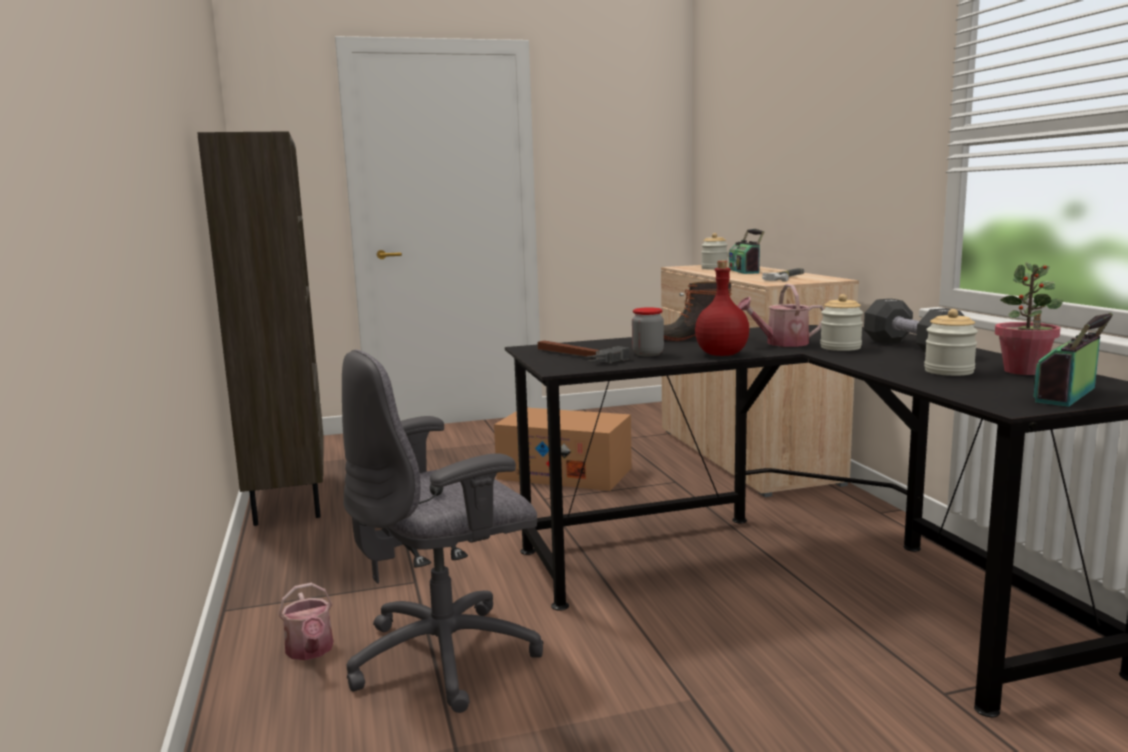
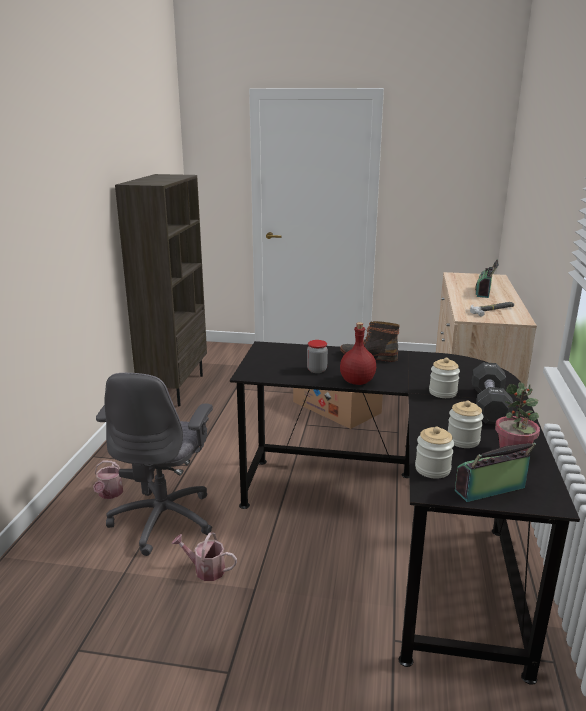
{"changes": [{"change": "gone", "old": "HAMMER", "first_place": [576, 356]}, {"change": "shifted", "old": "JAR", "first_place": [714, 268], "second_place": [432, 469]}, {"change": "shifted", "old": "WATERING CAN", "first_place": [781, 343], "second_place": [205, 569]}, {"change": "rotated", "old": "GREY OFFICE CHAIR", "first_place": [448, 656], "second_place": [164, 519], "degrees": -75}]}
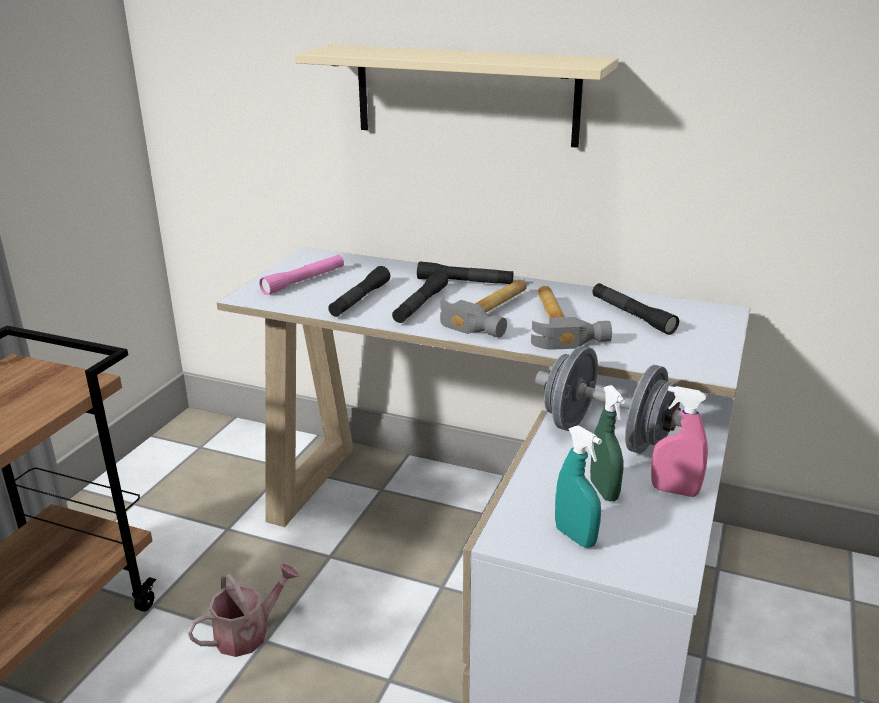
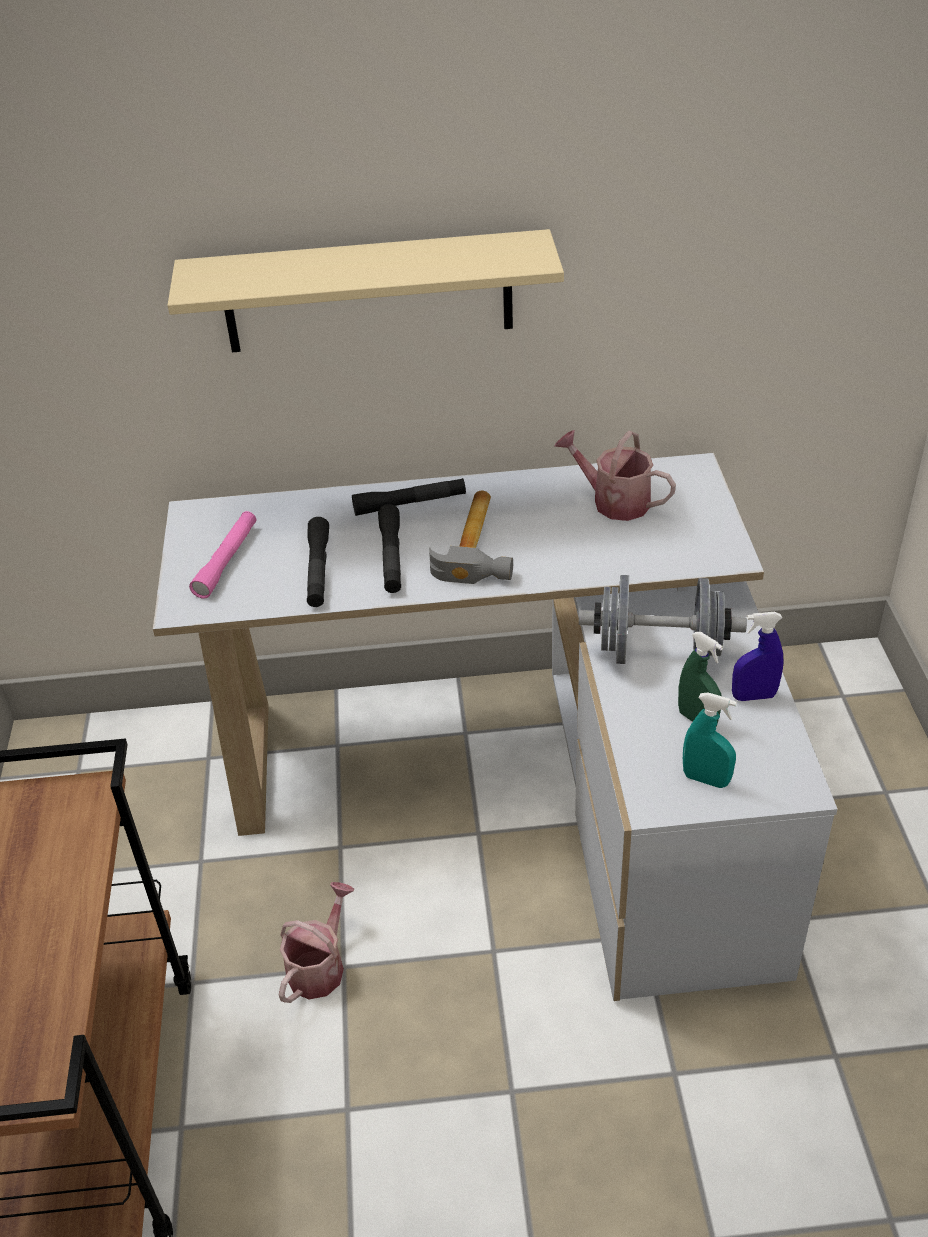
{"changes": [{"change": "gone", "old": "HAMMER", "first_place": [560, 323]}, {"change": "swapped", "old": "BLACK FLASHLIGHT", "new": "WATERING CAN", "first_place": [632, 315], "second_place": [613, 501]}, {"change": "repainted", "old": "PINK SPRAY BOTTLE", "new": "BLUE SPRAY BOTTLE", "first_place": [674, 491], "second_place": [753, 696]}]}
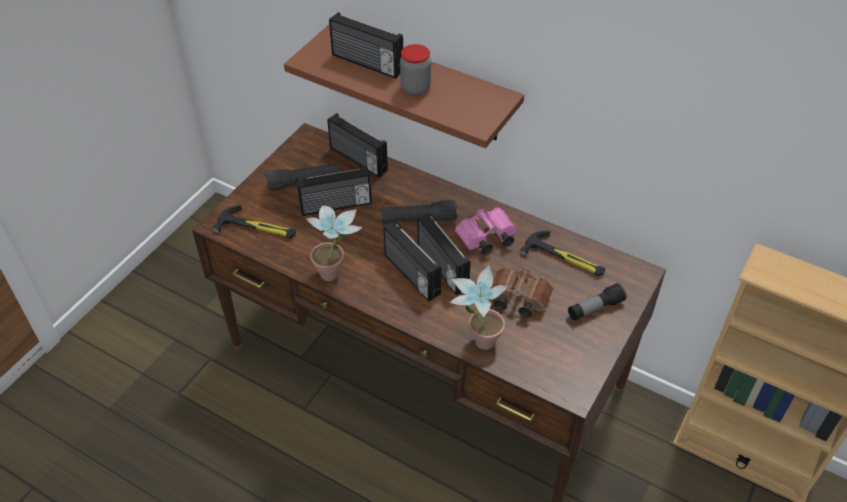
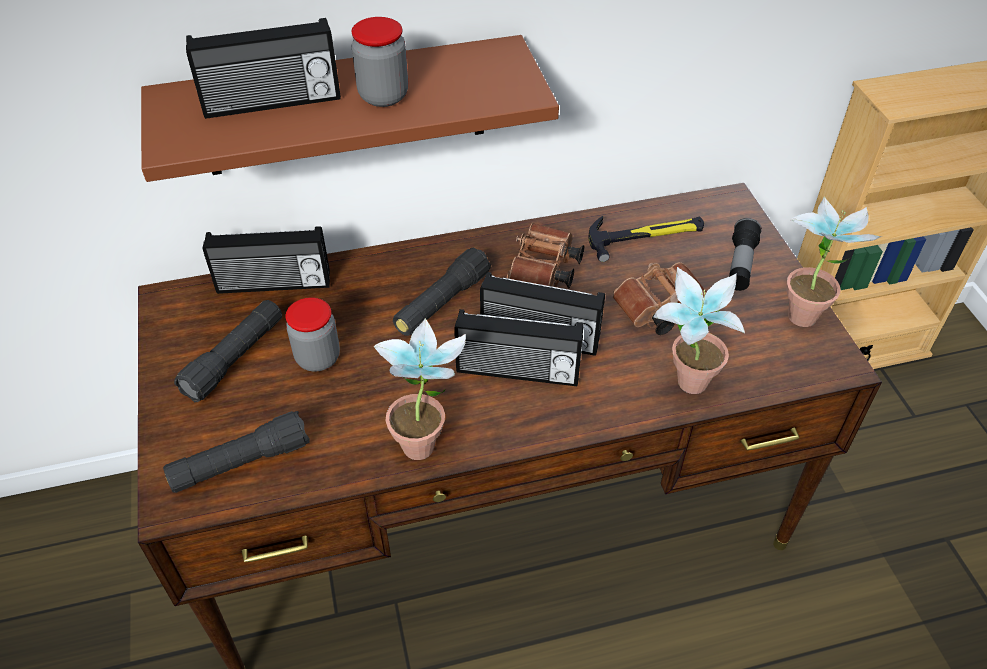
{"changes": [{"change": "new", "new": "POTTED PLANT", "second_place": [806, 310]}, {"change": "swapped", "old": "HAMMER", "new": "BLACK FLASHLIGHT", "first_place": [257, 228], "second_place": [241, 463]}, {"change": "swapped", "old": "RADIO", "new": "JAR", "first_place": [336, 206], "second_place": [318, 358]}, {"change": "repainted", "old": "PINK BINOCULARS", "new": "BROWN BINOCULARS", "first_place": [485, 239], "second_place": [543, 272]}]}
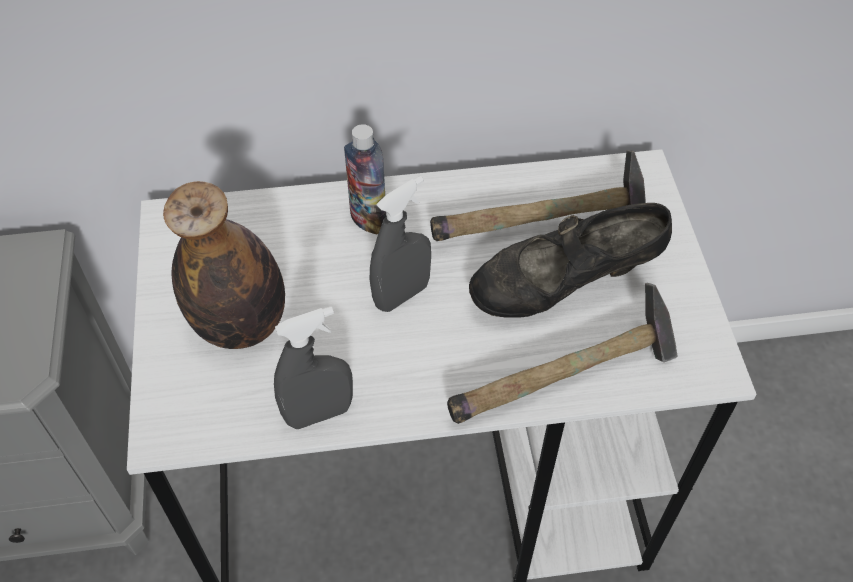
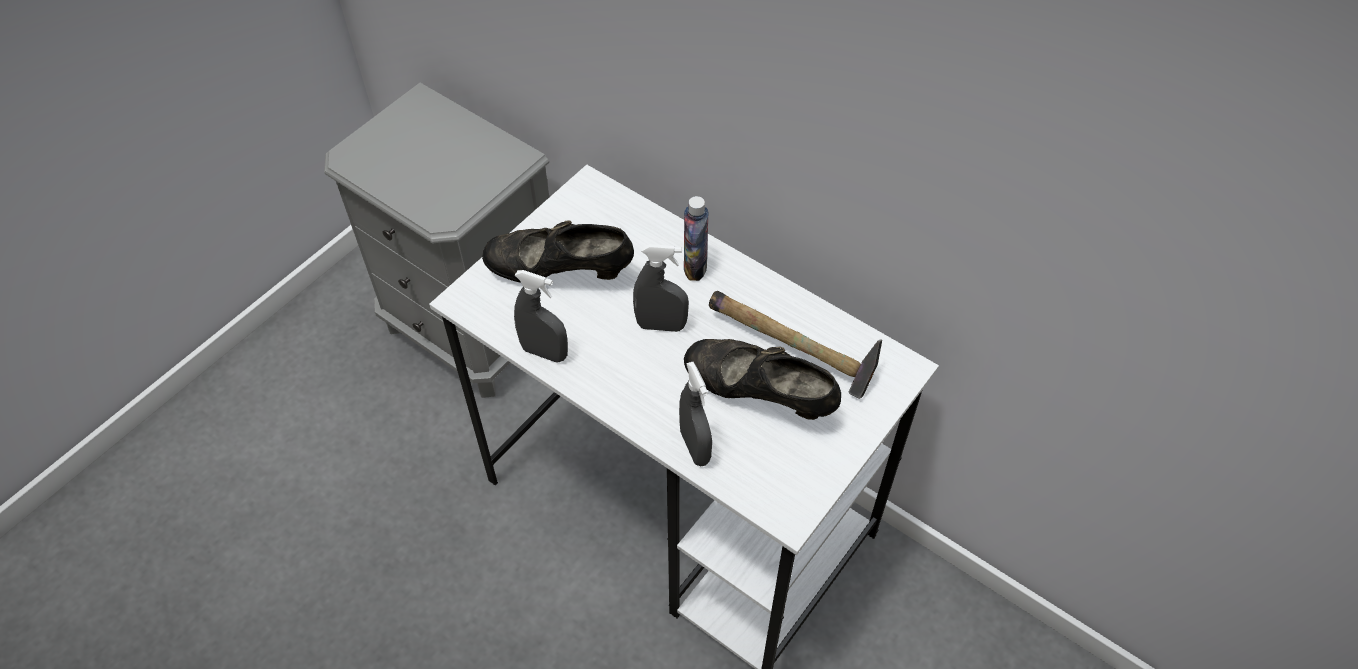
{"changes": [{"change": "swapped", "old": "BOTTLE", "new": "BLACK SHOE", "first_place": [241, 324], "second_place": [560, 273]}, {"change": "swapped", "old": "HAMMER", "new": "GREY SPRAY BOTTLE", "first_place": [567, 380], "second_place": [695, 447]}]}
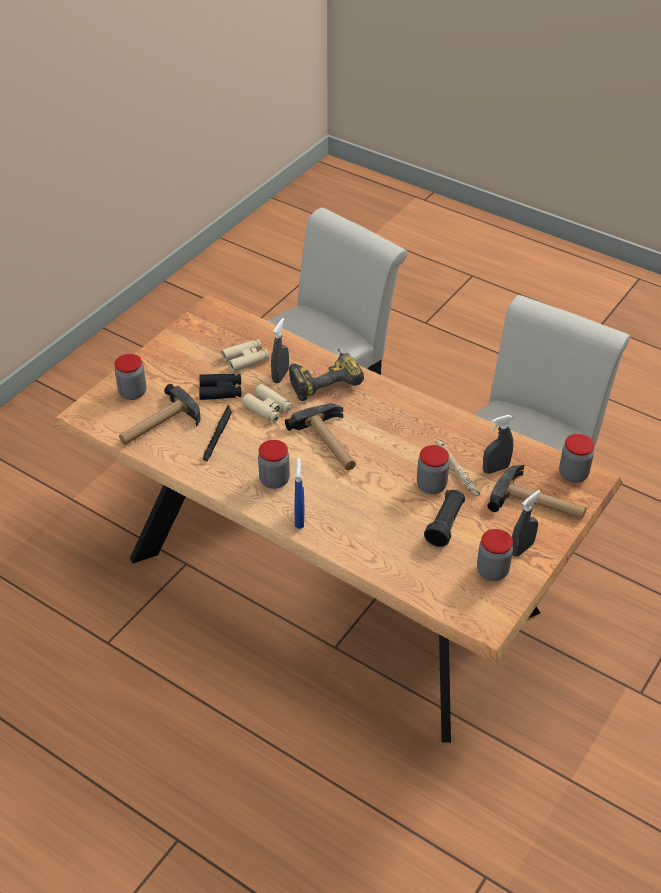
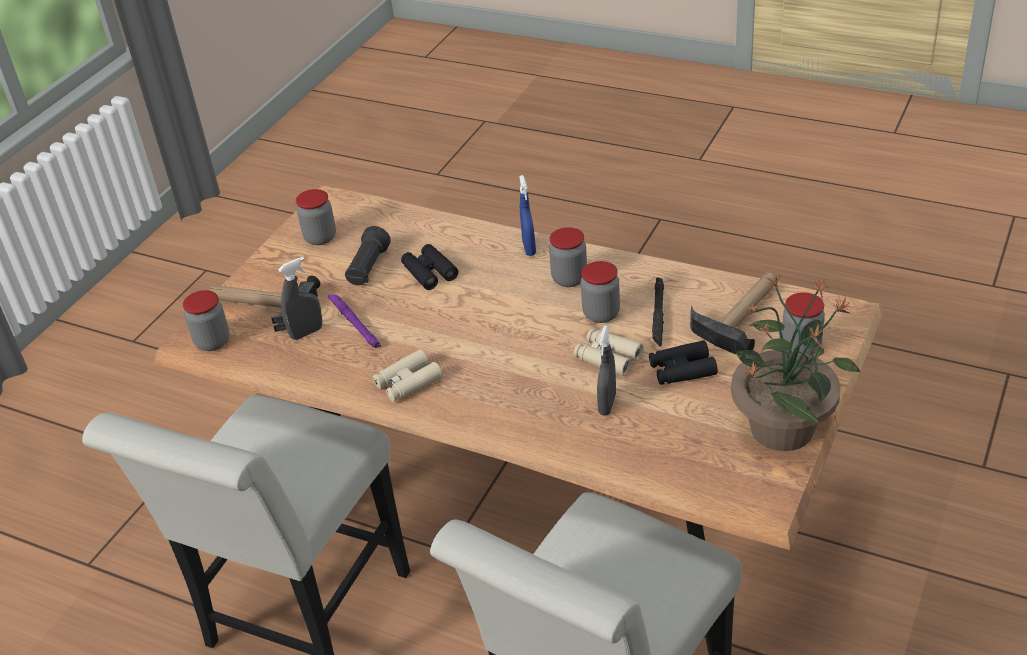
{"changes": [{"change": "gone", "old": "HAMMER", "first_place": [330, 443]}, {"change": "gone", "old": "POWER DRILL", "first_place": [324, 379]}, {"change": "gone", "old": "GREY SPRAY BOTTLE", "first_place": [521, 548]}, {"change": "new", "new": "BLACK BINOCULARS", "second_place": [429, 272]}, {"change": "new", "new": "POTTED PLANT", "second_place": [783, 427]}, {"change": "shifted", "old": "BEIGE BINOCULARS", "first_place": [246, 359], "second_place": [408, 382]}, {"change": "shifted", "old": "JAR", "first_place": [431, 486], "second_place": [601, 314]}, {"change": "repainted", "old": "BEIGE FLASHLIGHT", "new": "PURPLE FLASHLIGHT", "first_place": [456, 470], "second_place": [354, 324]}]}
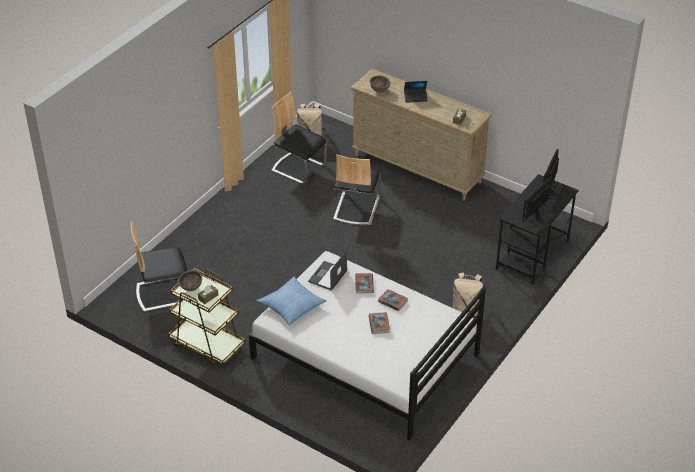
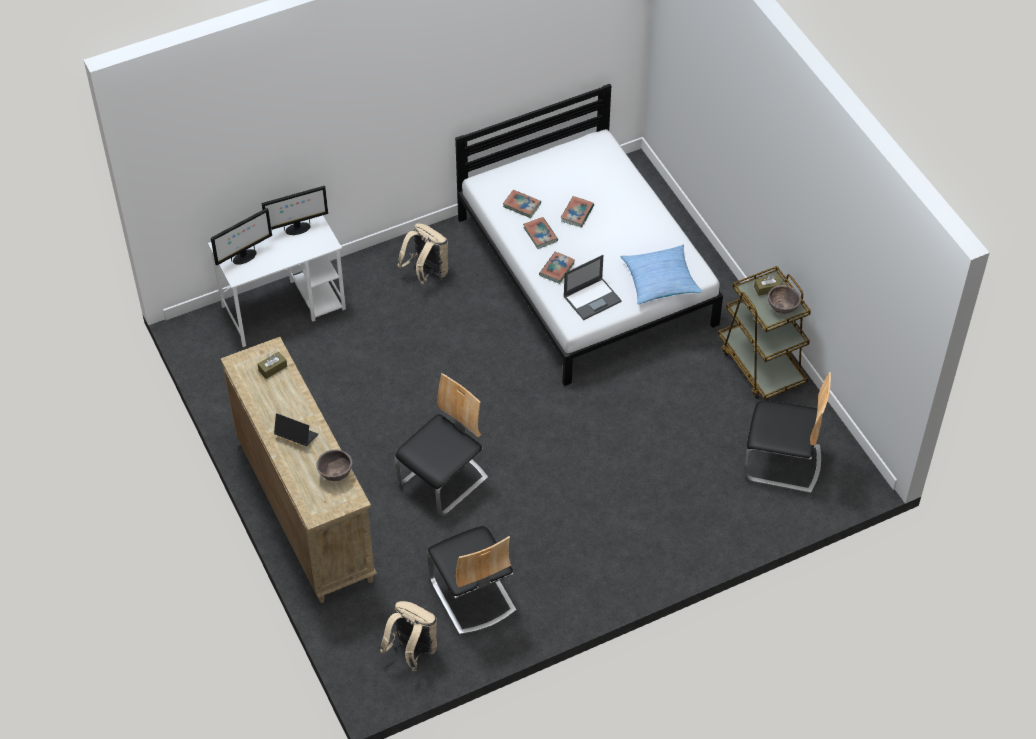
{"changes": [{"change": "new", "new": "BOOK", "second_place": [522, 205]}, {"change": "repainted", "old": "BLACK DESK", "new": "WHITE DESK", "first_place": [532, 255], "second_place": [284, 307]}]}
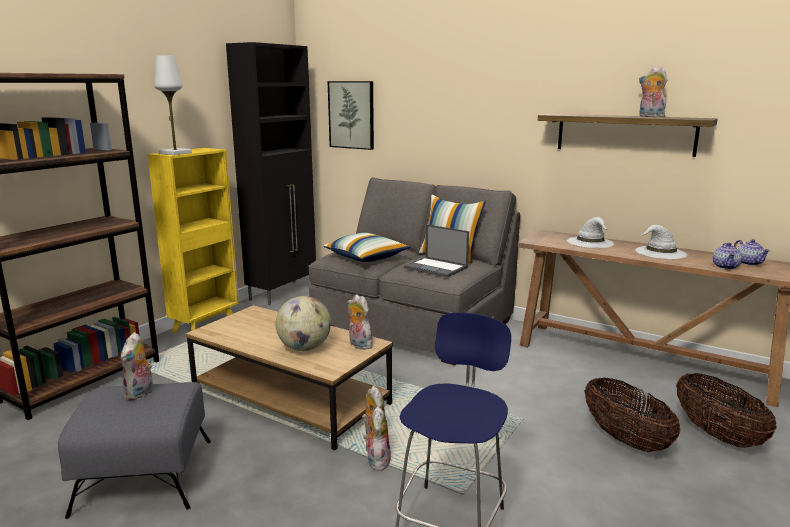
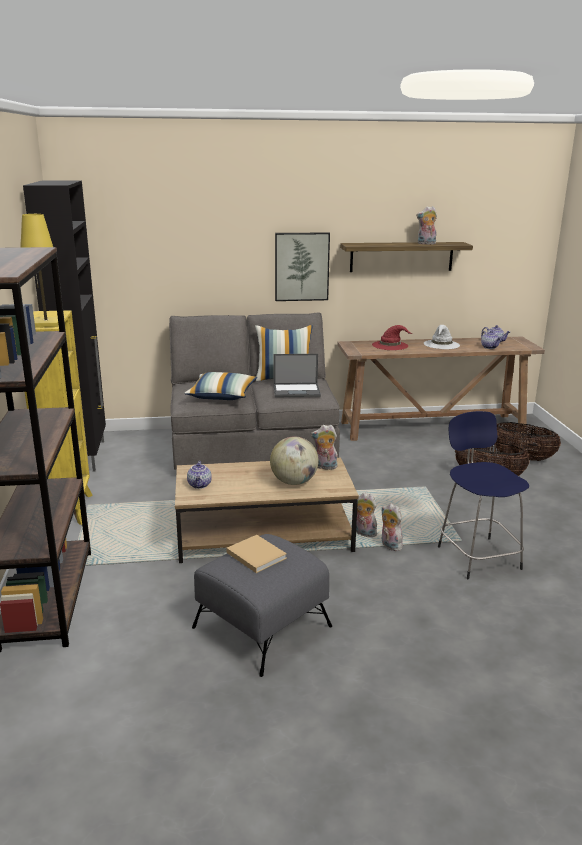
{"changes": [{"change": "new", "new": "TEAPOT", "second_place": [200, 485]}, {"change": "shifted", "old": "PICTURE", "first_place": [351, 115], "second_place": [301, 266]}, {"change": "swapped", "old": "PLUSH TOY", "new": "BEIGE BOOK", "first_place": [140, 393], "second_place": [255, 554]}, {"change": "repainted", "old": "WHITE TABLE LAMP", "new": "YELLOW TABLE LAMP", "first_place": [175, 153], "second_place": [46, 324]}, {"change": "repainted", "old": "WHITE HAT", "new": "RED HAT", "first_place": [590, 242], "second_place": [390, 345]}]}
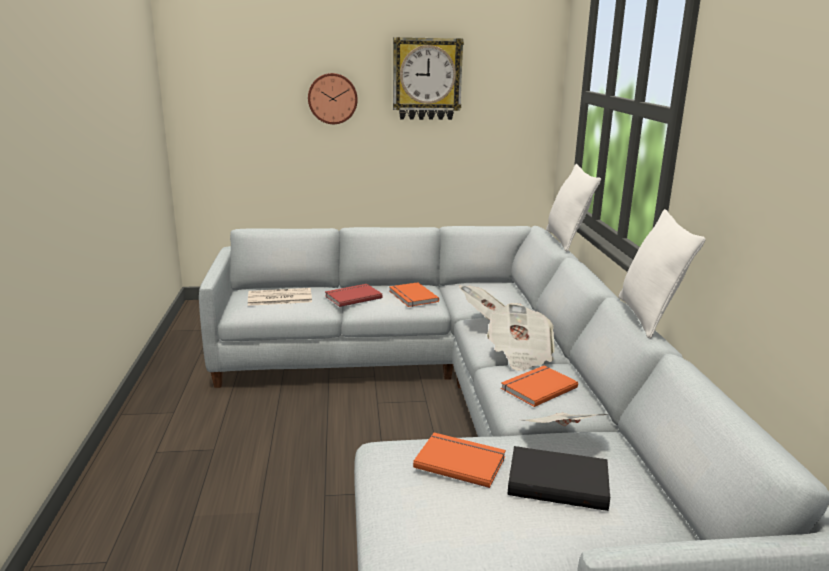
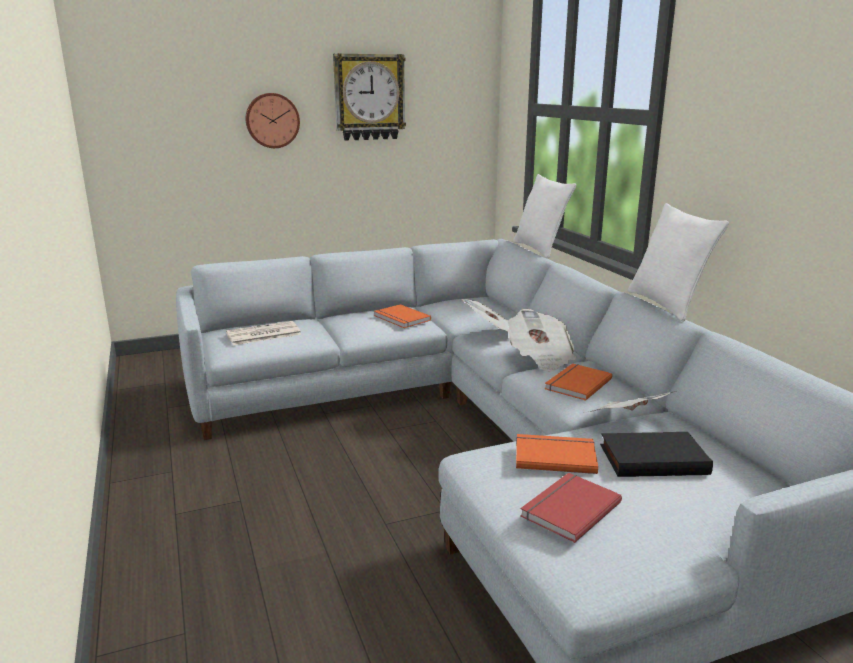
{"changes": [{"change": "shifted", "old": "RED BOOK", "first_place": [352, 297], "second_place": [568, 508]}]}
